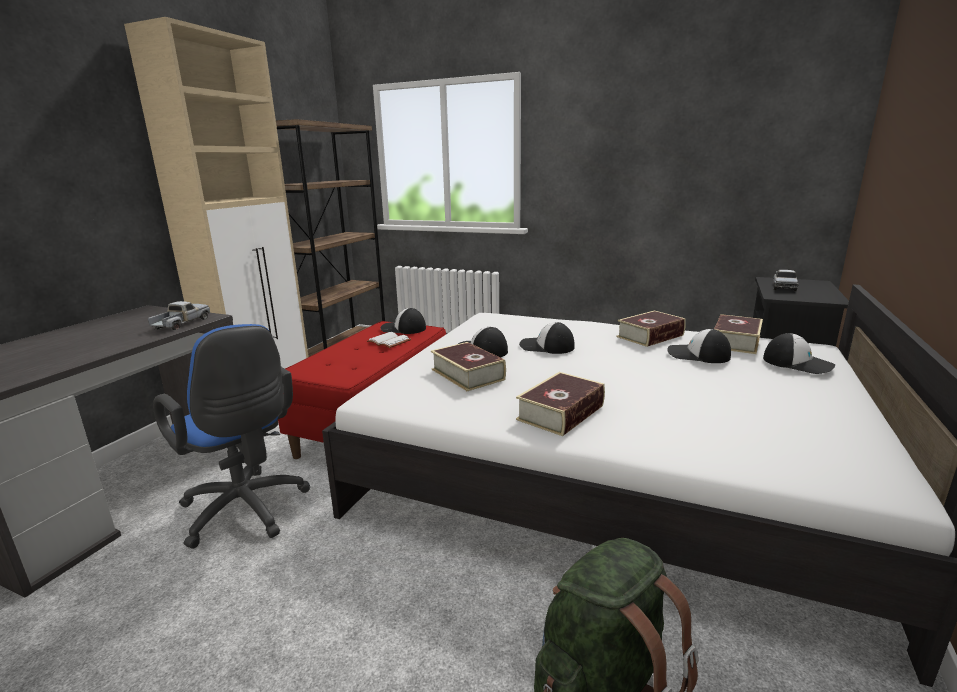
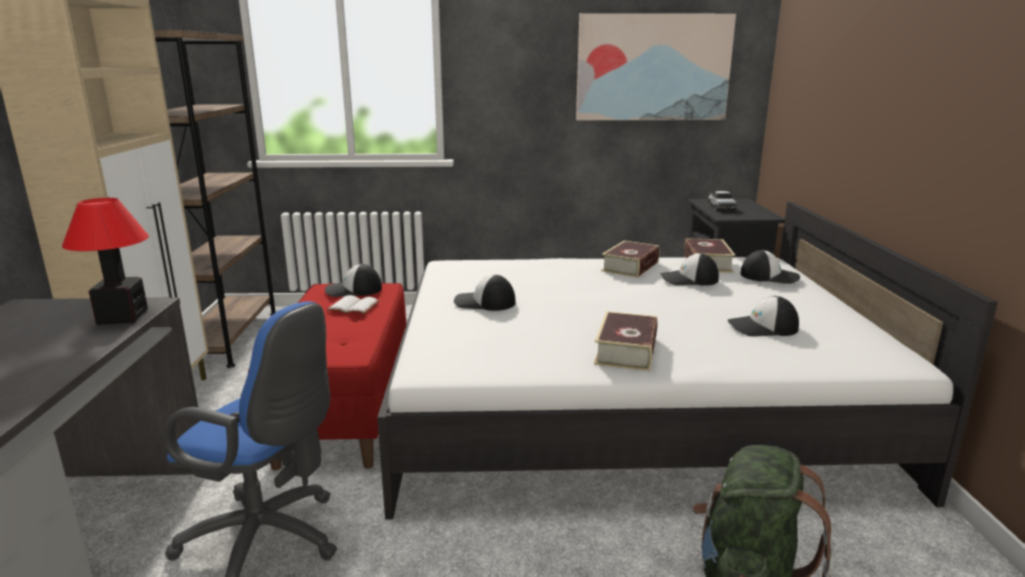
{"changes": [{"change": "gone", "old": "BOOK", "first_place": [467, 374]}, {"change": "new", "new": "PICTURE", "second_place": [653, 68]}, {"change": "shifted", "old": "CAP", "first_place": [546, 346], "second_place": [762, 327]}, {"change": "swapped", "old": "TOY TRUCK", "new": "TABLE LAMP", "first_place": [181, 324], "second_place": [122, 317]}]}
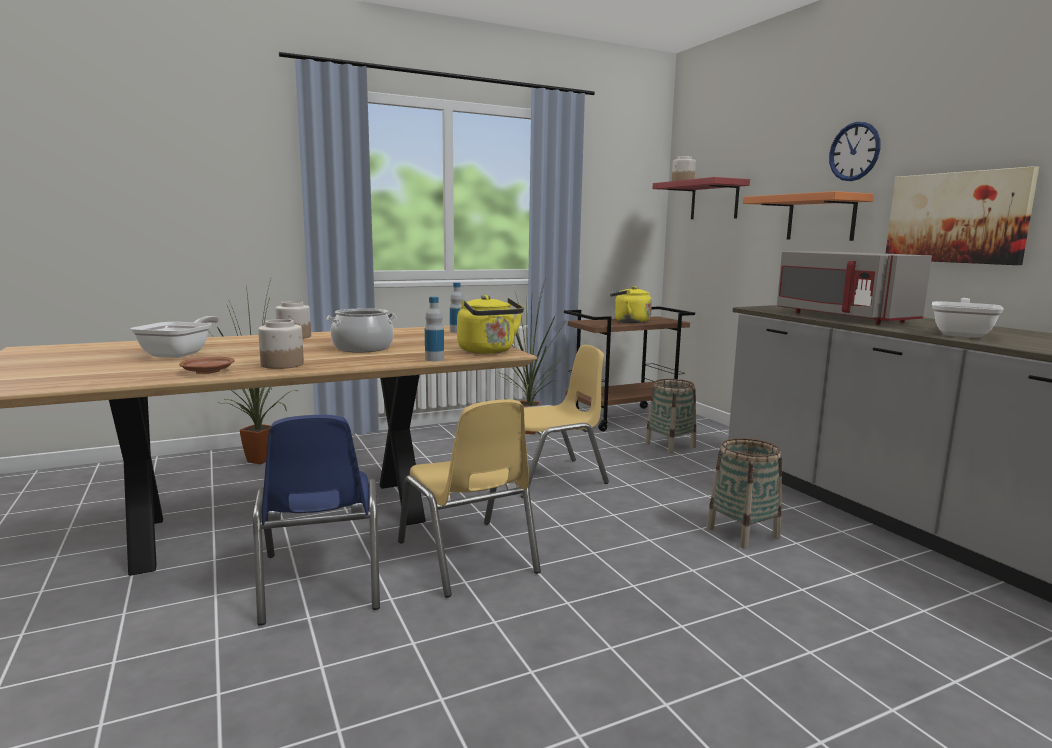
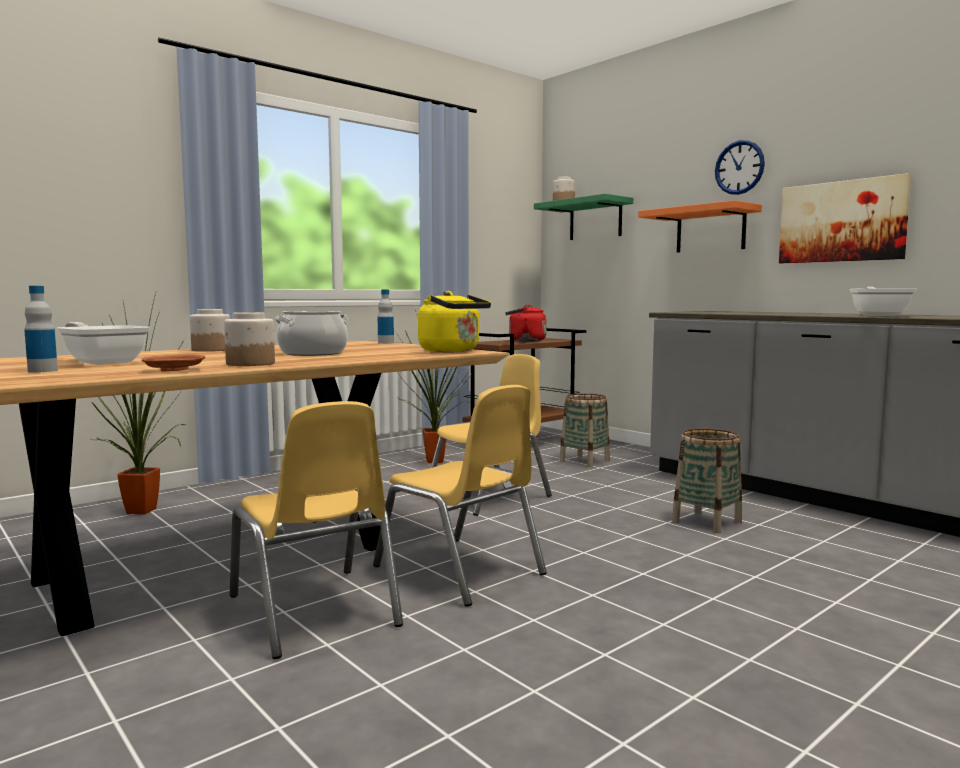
{"changes": [{"change": "gone", "old": "GREY MICROWAVE", "first_place": [840, 317]}, {"change": "shifted", "old": "BOTTLE", "first_place": [434, 359], "second_place": [42, 371]}, {"change": "repainted", "old": "BLUE CHAIR", "new": "YELLOW CHAIR", "first_place": [321, 581], "second_place": [314, 611]}, {"change": "repainted", "old": "YELLOW KETTLE", "new": "RED KETTLE", "first_place": [629, 322], "second_place": [524, 341]}, {"change": "repainted", "old": "RED SHELF", "new": "GREEN SHELF", "first_place": [714, 200], "second_place": [595, 220]}, {"change": "rotated", "old": "FRYING PAN", "first_place": [181, 354], "second_place": [103, 362], "degrees": -45}]}
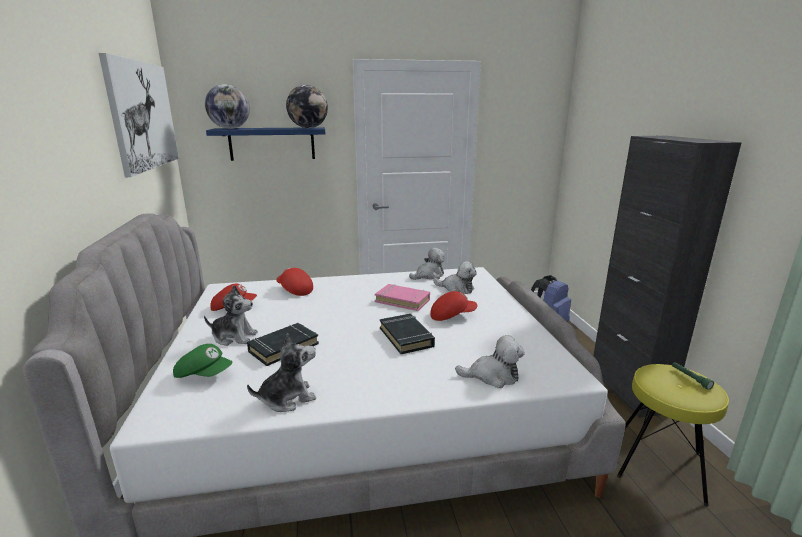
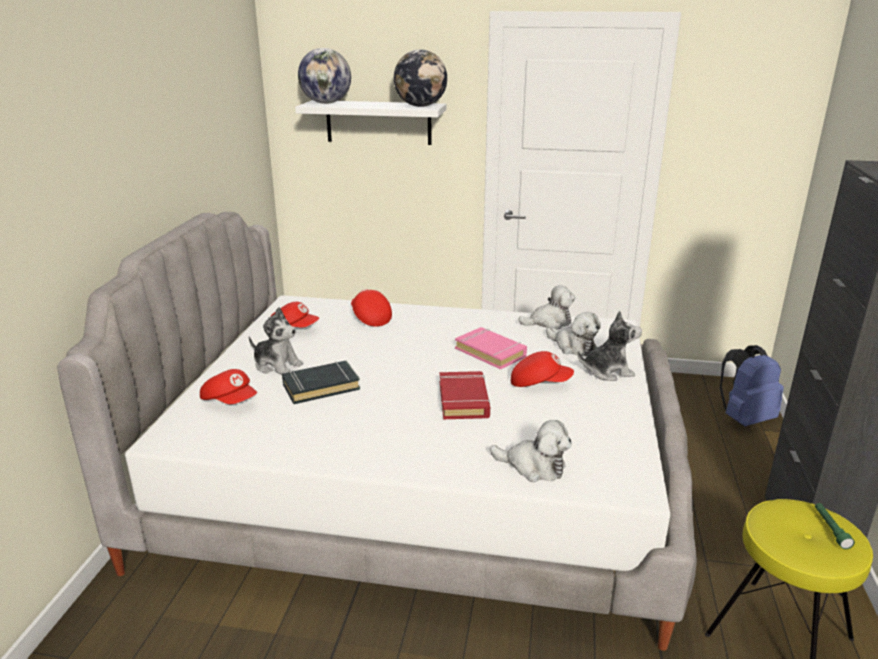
{"changes": [{"change": "gone", "old": "PICTURE", "first_place": [143, 115]}, {"change": "shifted", "old": "PLUSH TOY", "first_place": [287, 398], "second_place": [607, 371]}, {"change": "repainted", "old": "GREEN CAP", "new": "RED CAP", "first_place": [204, 374], "second_place": [230, 401]}, {"change": "repainted", "old": "BLUE SHELF", "new": "WHITE SHELF", "first_place": [272, 143], "second_place": [378, 122]}, {"change": "repainted", "old": "BLACK BOOK", "new": "RED BOOK", "first_place": [406, 337], "second_place": [464, 400]}]}
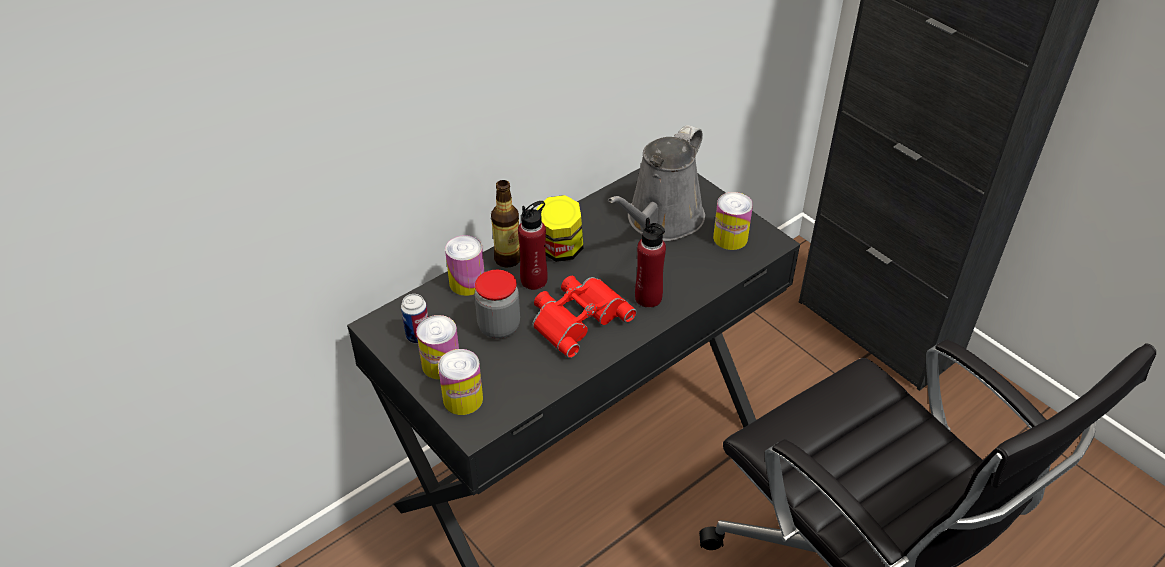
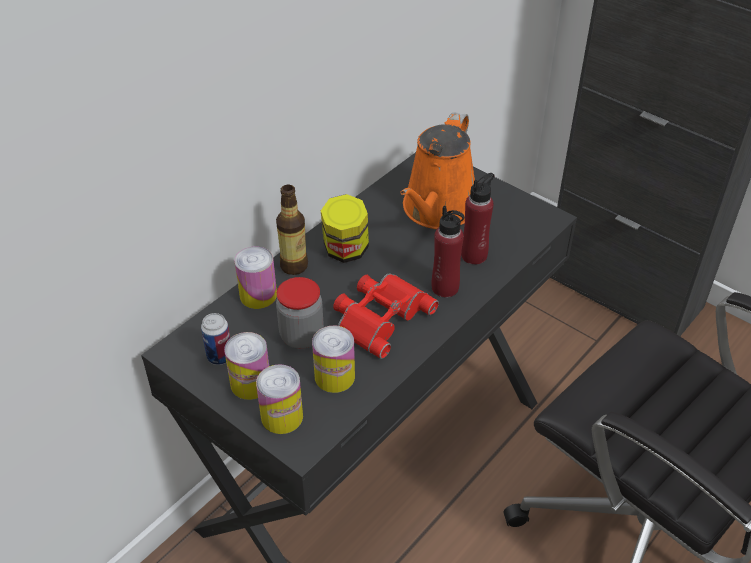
{"changes": [{"change": "shifted", "old": "RED BOTTLE", "first_place": [534, 280], "second_place": [474, 255]}, {"change": "shifted", "old": "CAN", "first_place": [730, 238], "second_place": [334, 376]}, {"change": "repainted", "old": "GREY WATERING CAN", "new": "ORANGE WATERING CAN", "first_place": [661, 221], "second_place": [438, 210]}]}
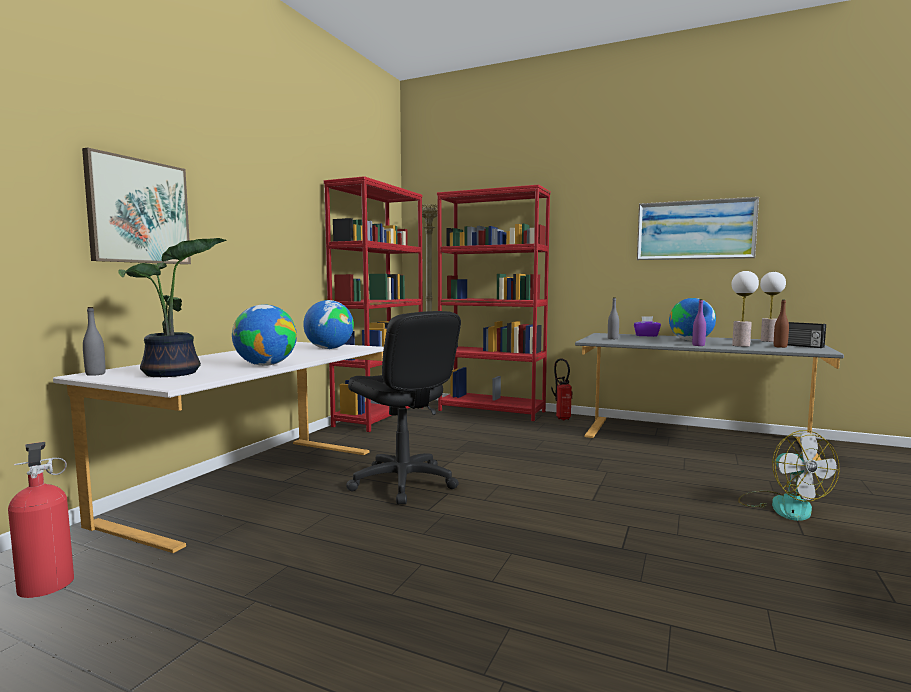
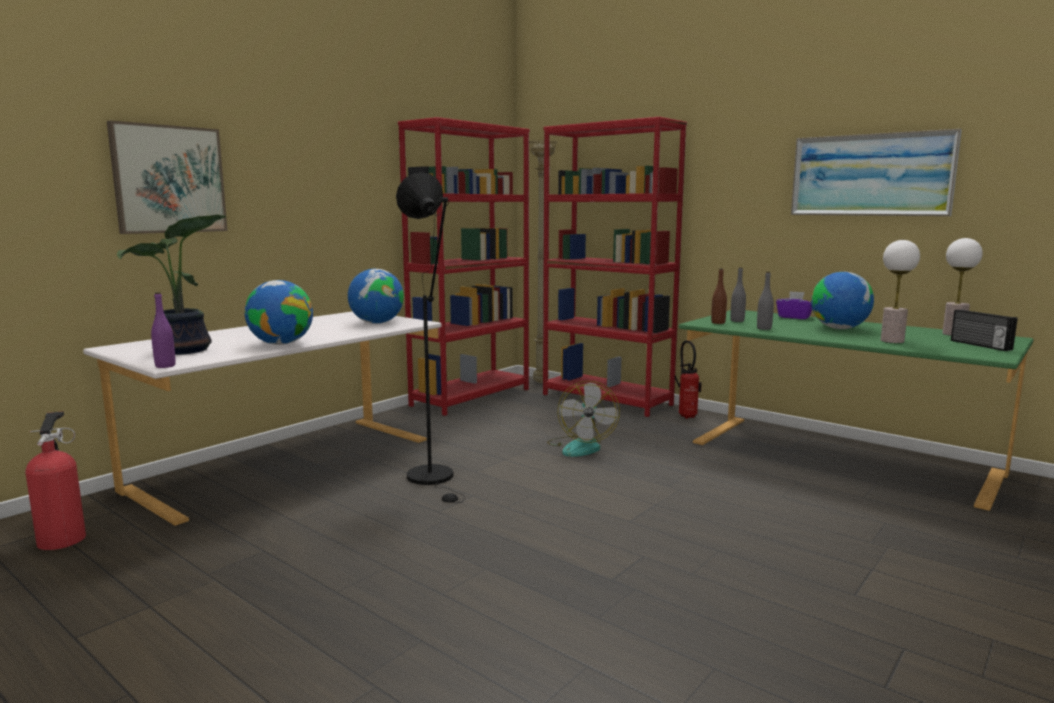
{"changes": [{"change": "shifted", "old": "GREY BOTTLE", "first_place": [95, 374], "second_place": [764, 328]}, {"change": "shifted", "old": "PURPLE BOTTLE", "first_place": [698, 345], "second_place": [165, 366]}, {"change": "shifted", "old": "FAN", "first_place": [782, 505], "second_place": [581, 446]}, {"change": "shifted", "old": "BROWN BOTTLE", "first_place": [780, 347], "second_place": [718, 323]}, {"change": "swapped", "old": "BLACK OFFICE CHAIR", "new": "BLACK FLOOR LAMP", "first_place": [403, 483], "second_place": [435, 479]}, {"change": "repainted", "old": "GREY DESK", "new": "GREEN DESK", "first_place": [692, 440], "second_place": [835, 459]}]}
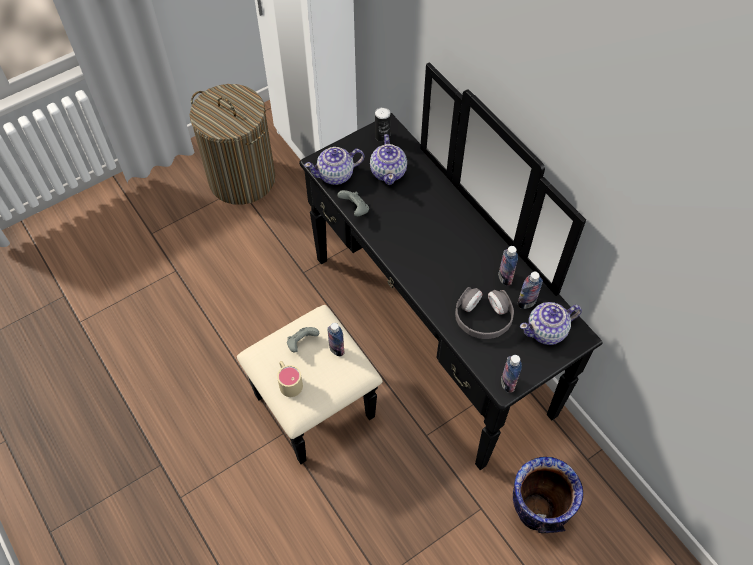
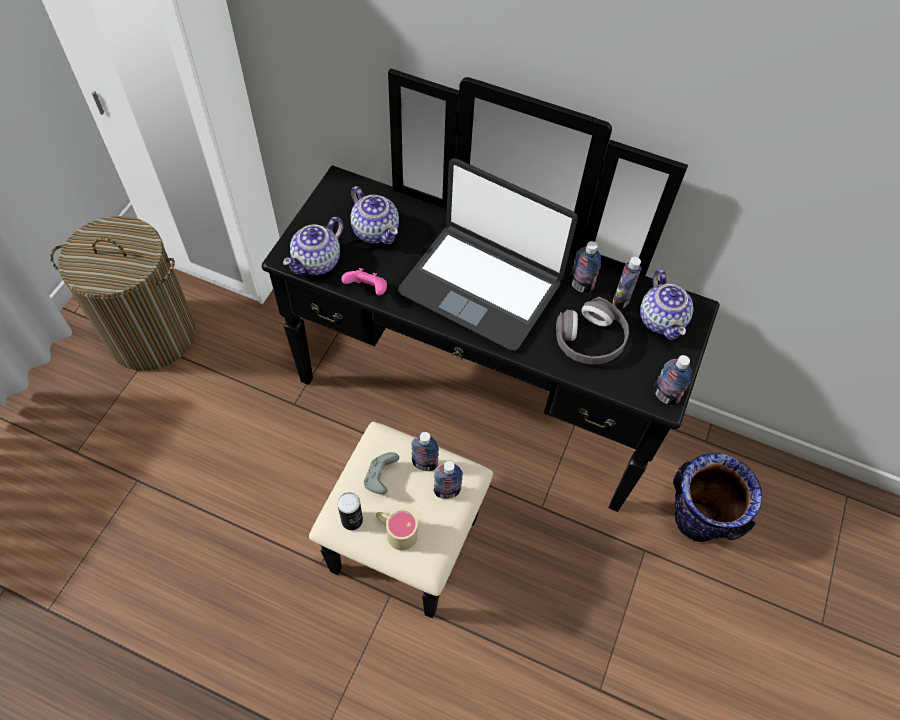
{"changes": [{"change": "new", "new": "LAPTOP", "second_place": [481, 286]}, {"change": "new", "new": "BOTTLE", "second_place": [447, 491]}, {"change": "shifted", "old": "CAN", "first_place": [382, 136], "second_place": [352, 520]}, {"change": "repainted", "old": "GREY GAME CONTROLLER", "new": "PINK GAME CONTROLLER", "first_place": [355, 209], "second_place": [367, 290]}, {"change": "rotated", "old": "TEAPOT", "first_place": [547, 331], "second_place": [662, 319], "degrees": -45}]}
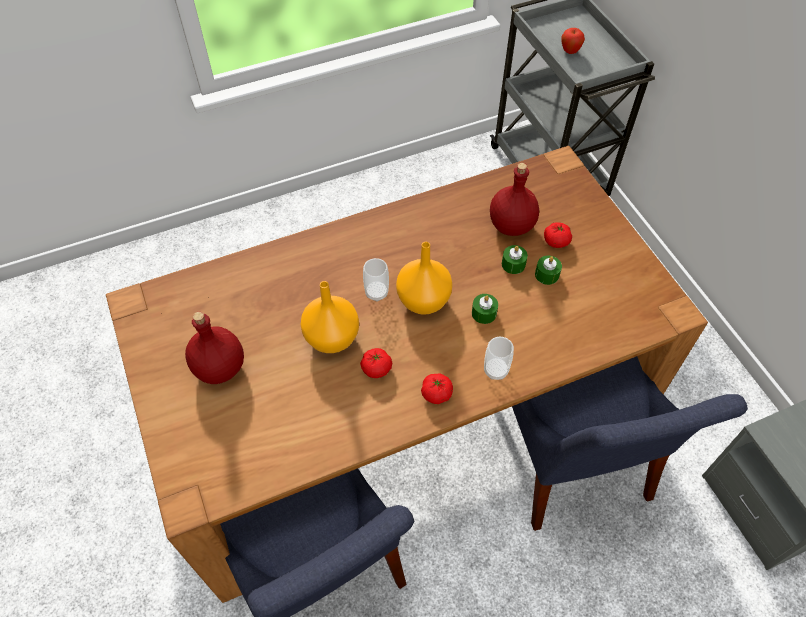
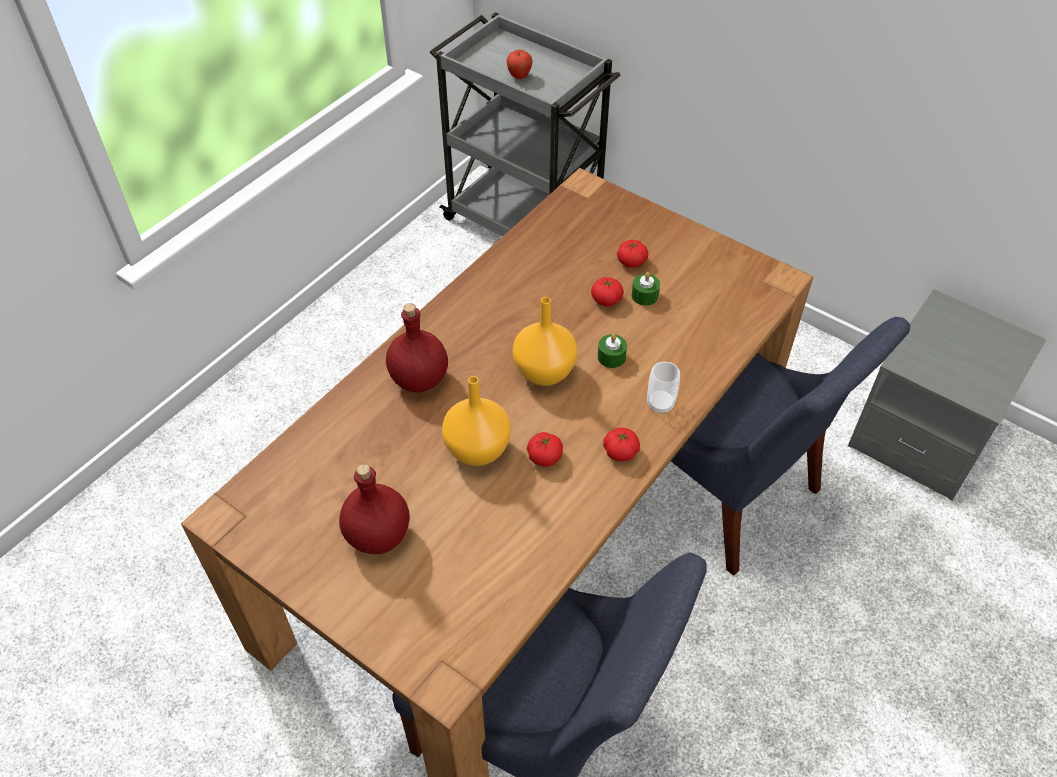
{"changes": [{"change": "gone", "old": "CUP", "first_place": [376, 293]}, {"change": "shifted", "old": "RED BOTTLE", "first_place": [510, 225], "second_place": [418, 379]}, {"change": "swapped", "old": "GREEN CANDLE", "new": "TOMATO", "first_place": [513, 264], "second_place": [606, 299]}]}
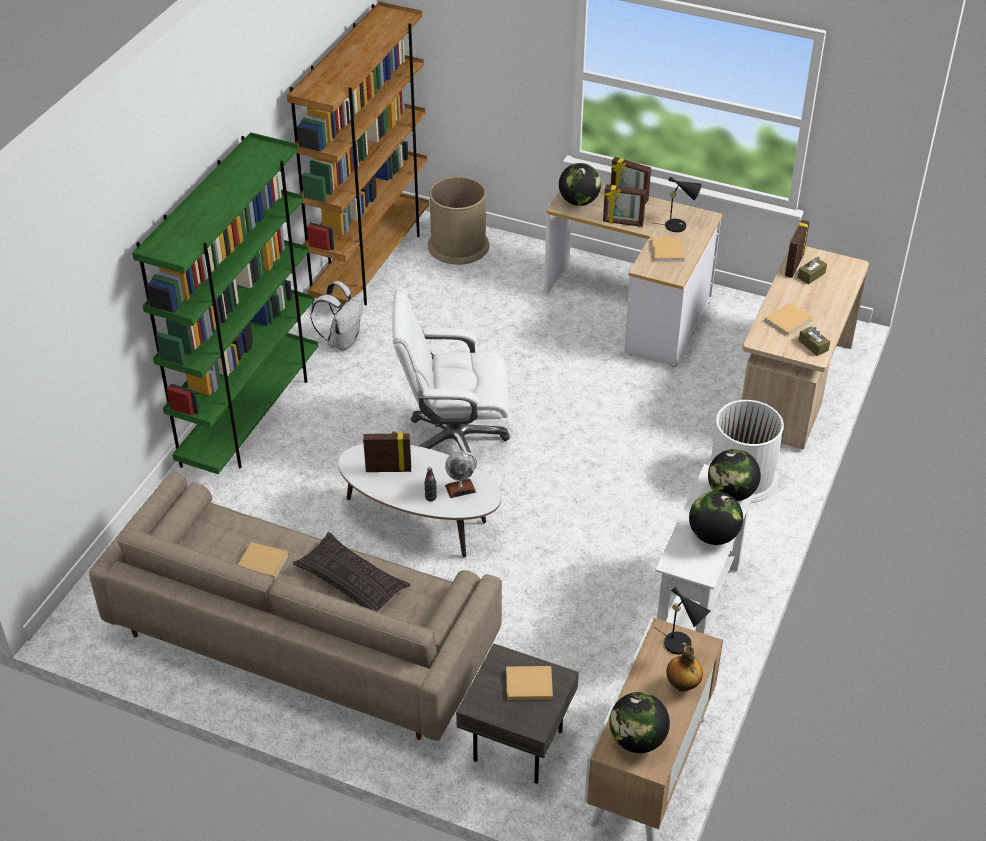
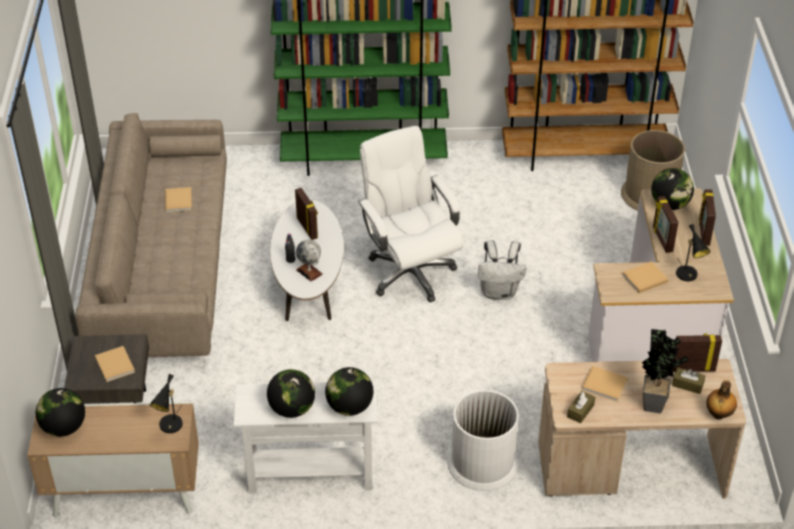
{"changes": [{"change": "gone", "old": "PILLOW", "first_place": [351, 580]}, {"change": "new", "new": "POTTED PLANT", "second_place": [655, 402]}, {"change": "shifted", "old": "WHITE BACKPACK", "first_place": [343, 340], "second_place": [499, 292]}, {"change": "shifted", "old": "BOTTLE", "first_place": [682, 685], "second_place": [718, 414]}]}
